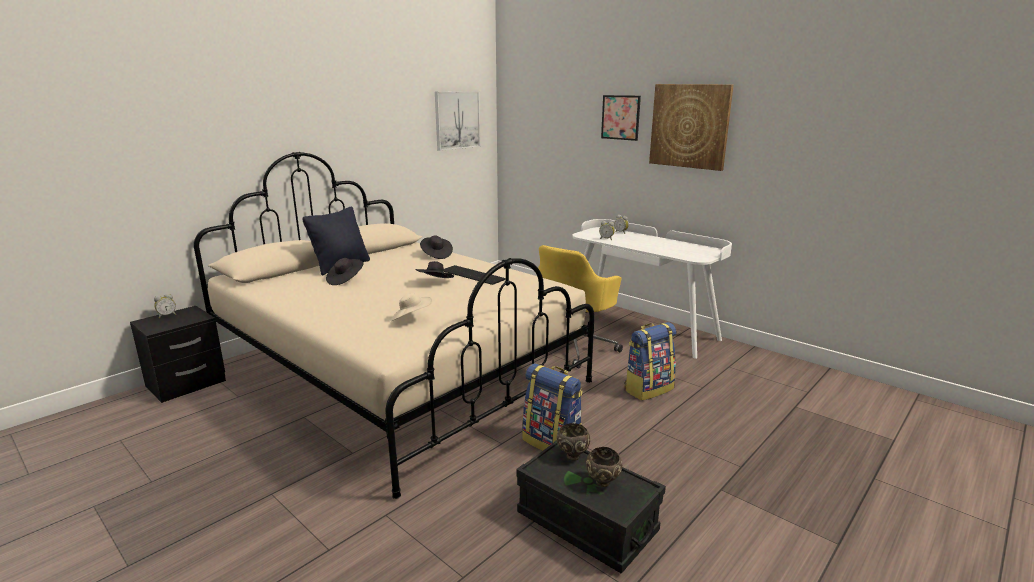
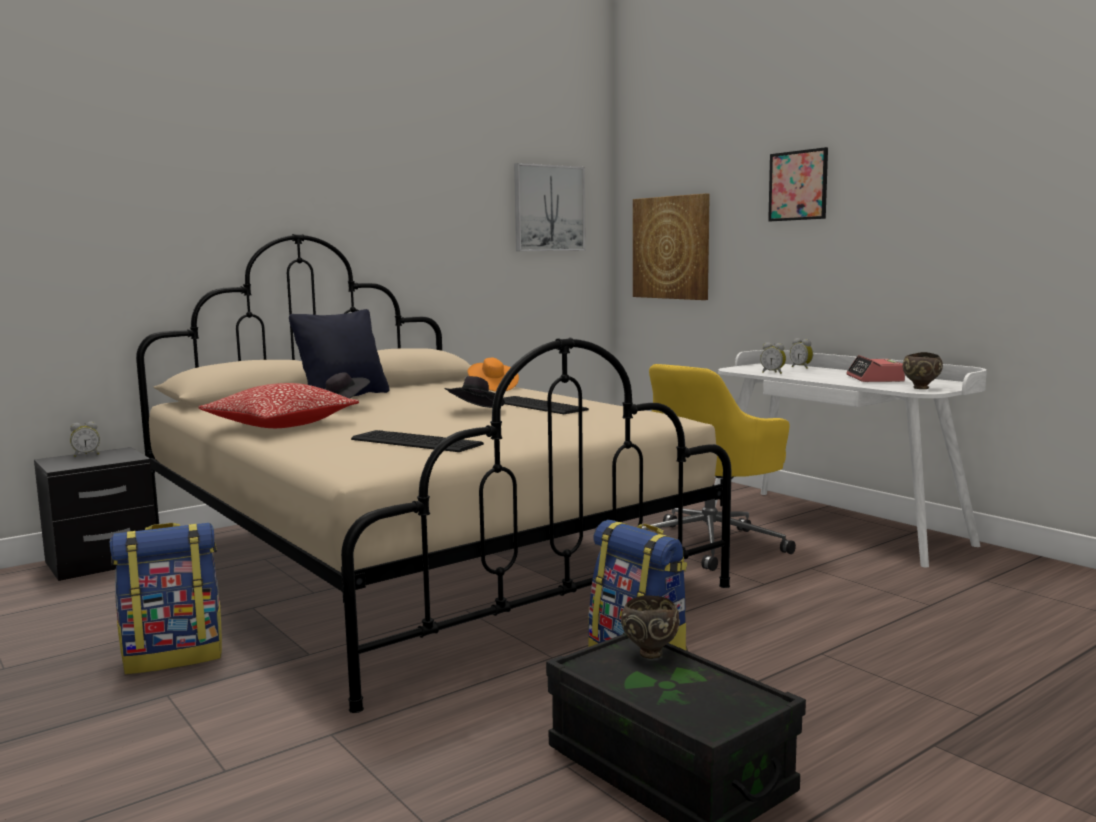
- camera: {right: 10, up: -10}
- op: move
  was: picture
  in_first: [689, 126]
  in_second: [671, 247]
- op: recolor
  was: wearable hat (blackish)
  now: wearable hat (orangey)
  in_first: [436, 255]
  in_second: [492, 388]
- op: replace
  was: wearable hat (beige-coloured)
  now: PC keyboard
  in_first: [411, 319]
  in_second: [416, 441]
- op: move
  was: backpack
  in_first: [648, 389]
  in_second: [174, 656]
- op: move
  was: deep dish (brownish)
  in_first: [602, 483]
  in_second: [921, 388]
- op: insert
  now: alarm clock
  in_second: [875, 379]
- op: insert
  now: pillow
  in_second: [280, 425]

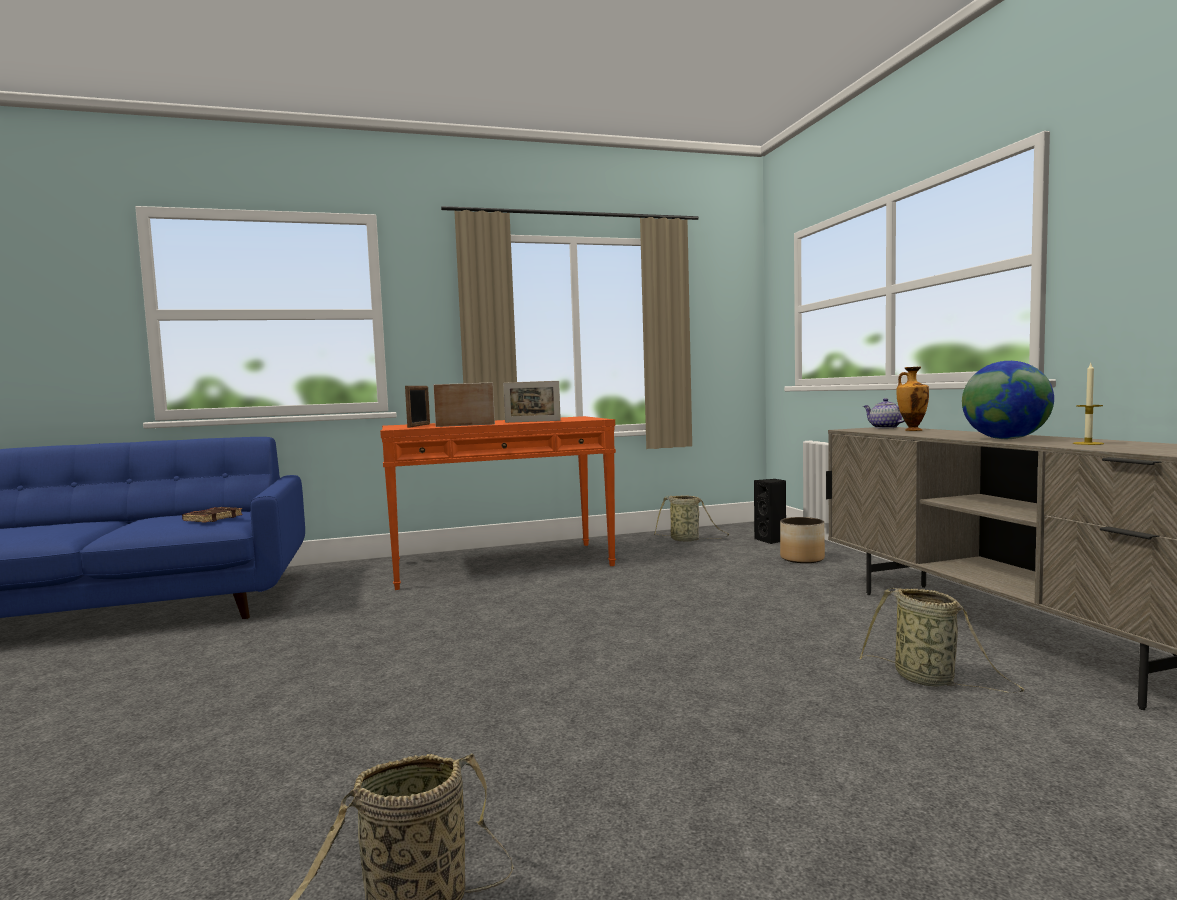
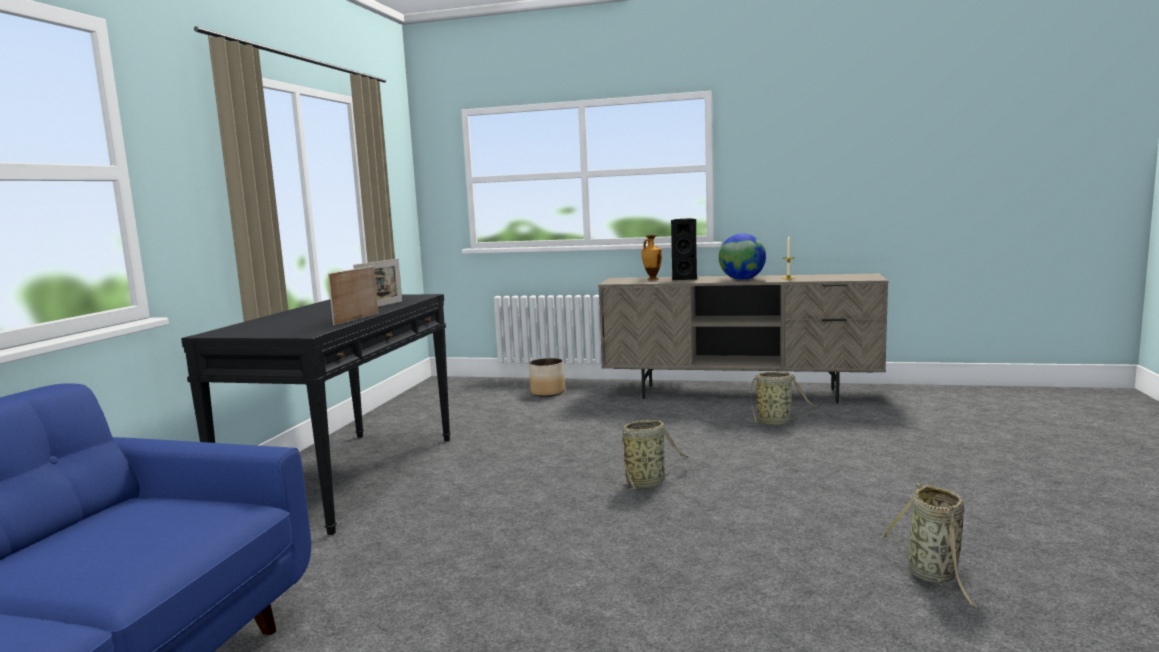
- camera: {right: -60, up: 5}
- op: delete
  was: standing frame
  in_first: [419, 425]
- op: delete
  was: tea pot
  in_first: [884, 428]
- op: recolor
  was: console table (orangey)
  now: console table (blackish)
  in_first: [502, 564]
  in_second: [348, 476]
- op: move
  was: audio speaker (blackish)
  in_first: [771, 540]
  in_second: [684, 278]
- op: move
  was: basket
  in_first: [687, 540]
  in_second: [647, 483]
- op: delete
  was: book (brownish)
  in_first: [213, 518]

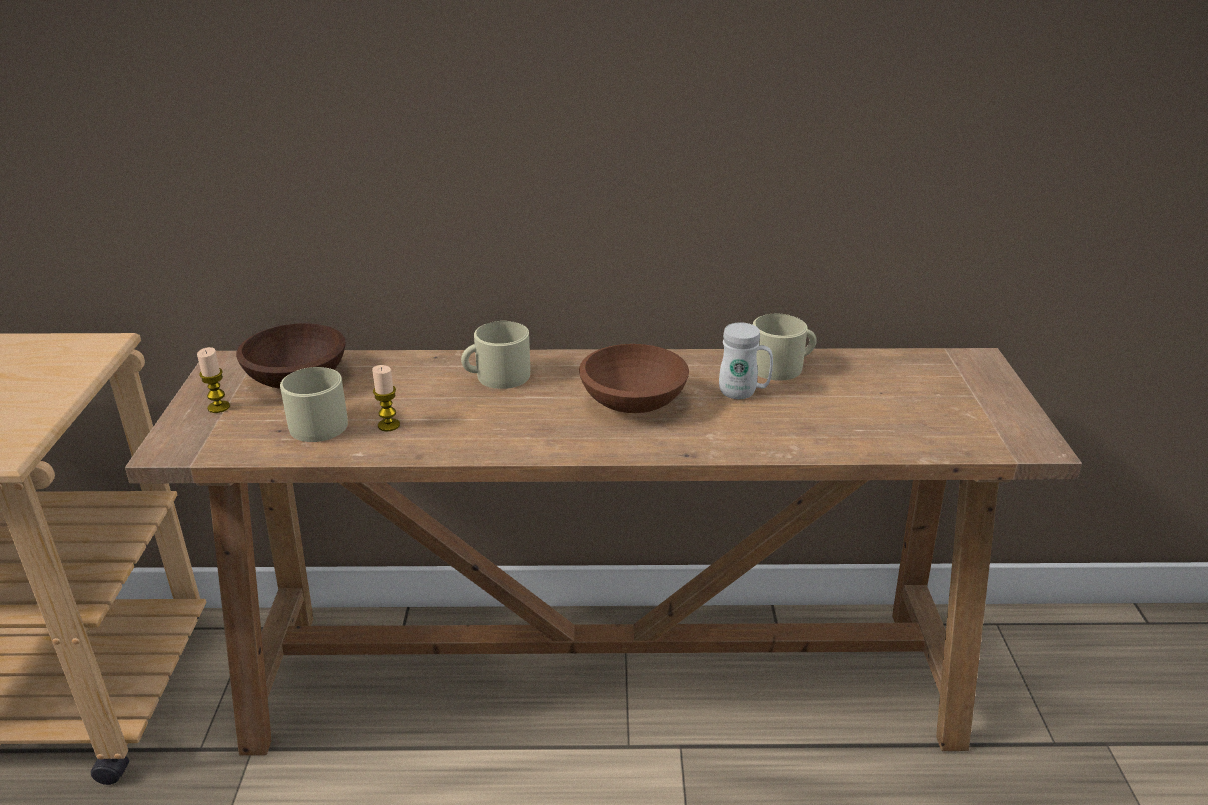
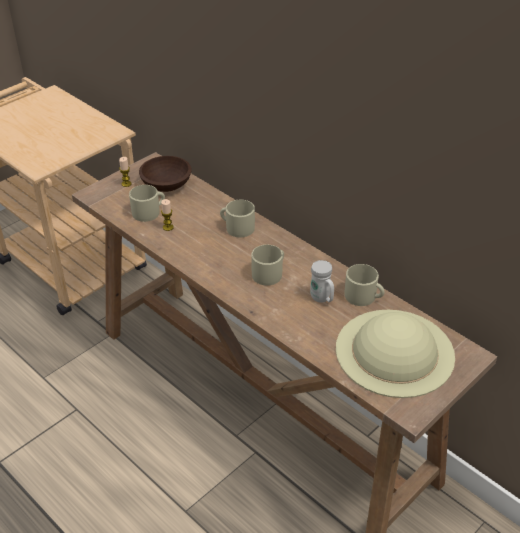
- camera: {right: 45, up: 10}
- op: replace
  was: deep dish (brownish)
  now: mug (beige-coloured)
  in_first: [632, 401]
  in_second: [269, 273]
- op: insert
  now: wearable hat (beige-coloured)
  in_second: [395, 352]

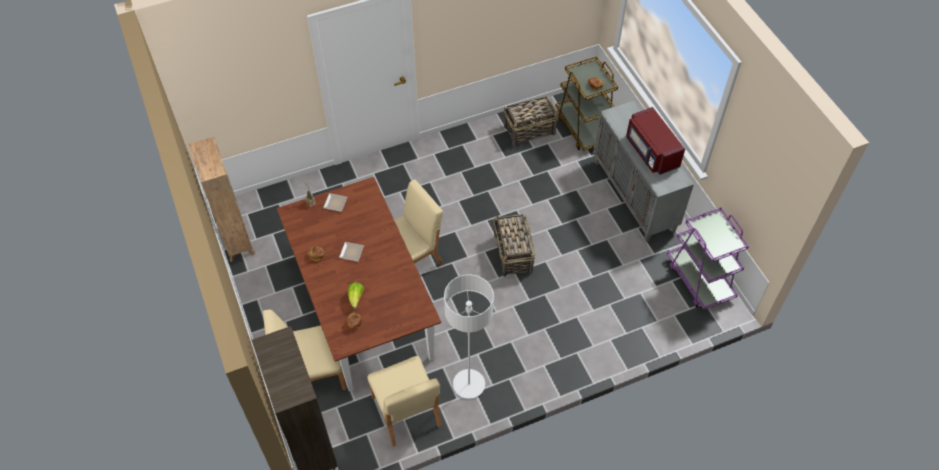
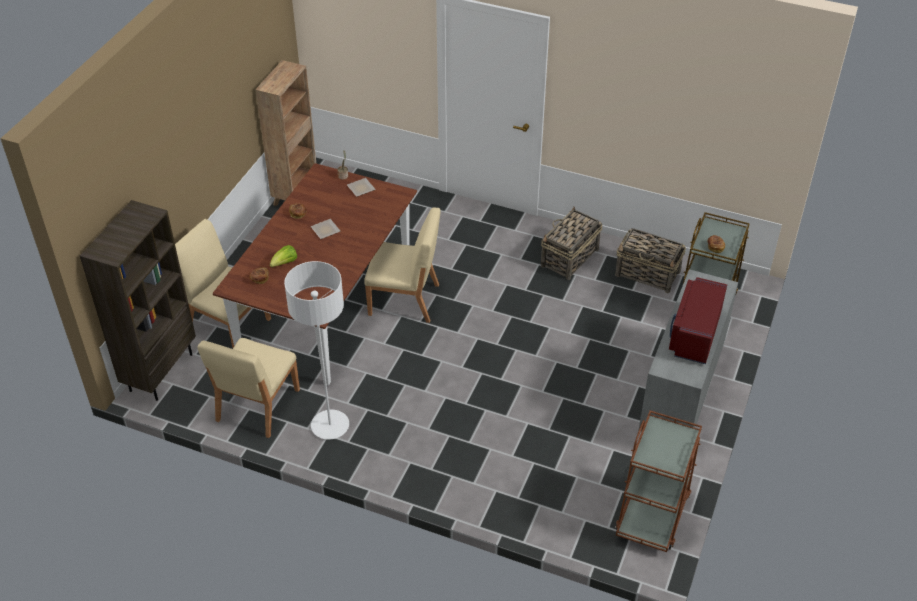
- camera: {right: 45, up: -10}
- op: recolor
  was: wheeled cart (purplish)
  now: wheeled cart (brownish)
  in_first: [699, 280]
  in_second: [653, 512]
- op: move
  was: basket
  in_first: [513, 254]
  in_second: [569, 258]

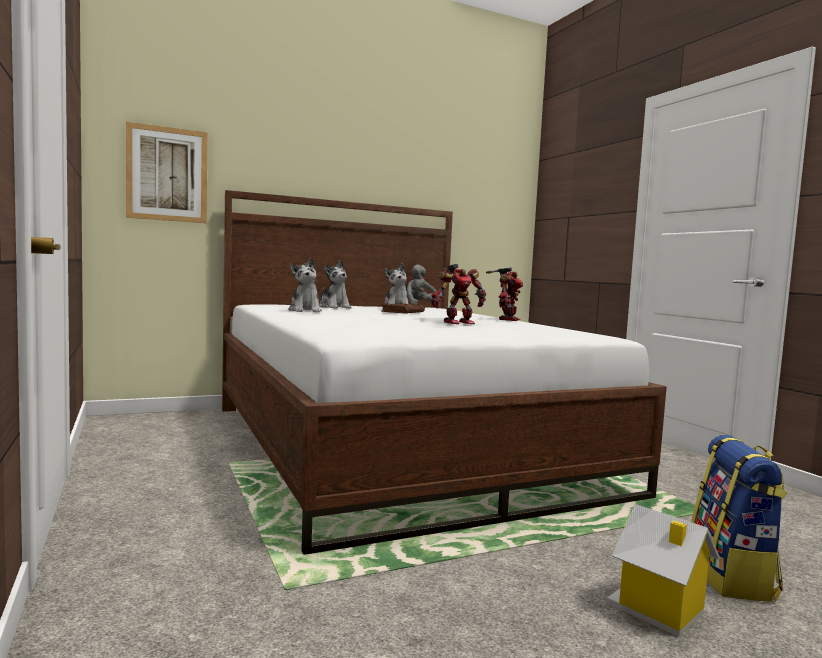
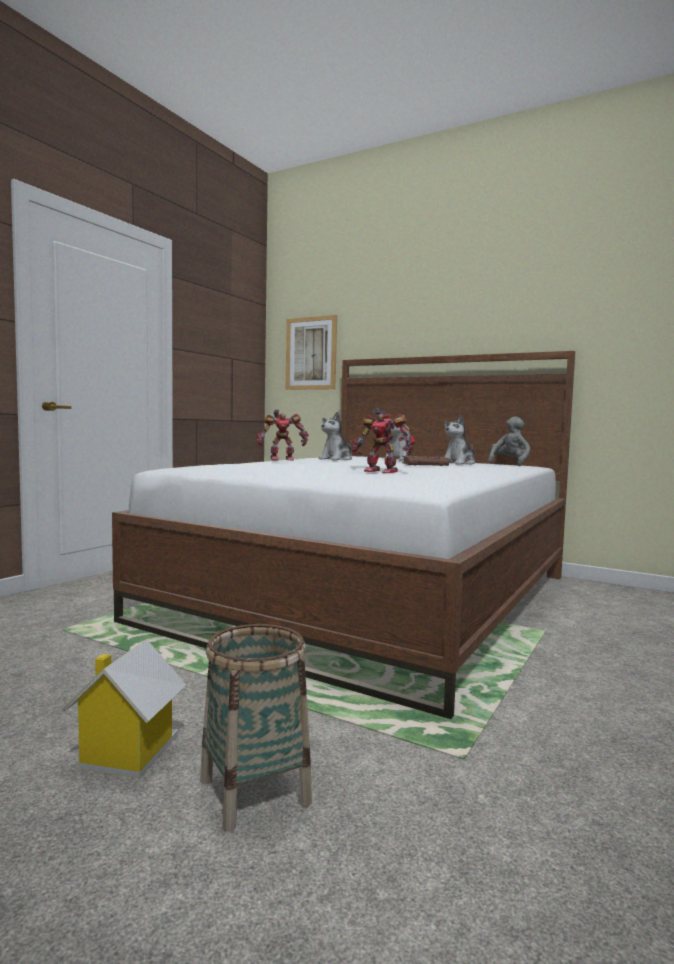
- camera: {right: 55, up: 0}
- op: move
  was: toy robot
  in_first: [507, 319]
  in_second: [281, 459]
- op: replace
  was: backpack
  now: basket
  in_first: [733, 577]
  in_second: [254, 791]

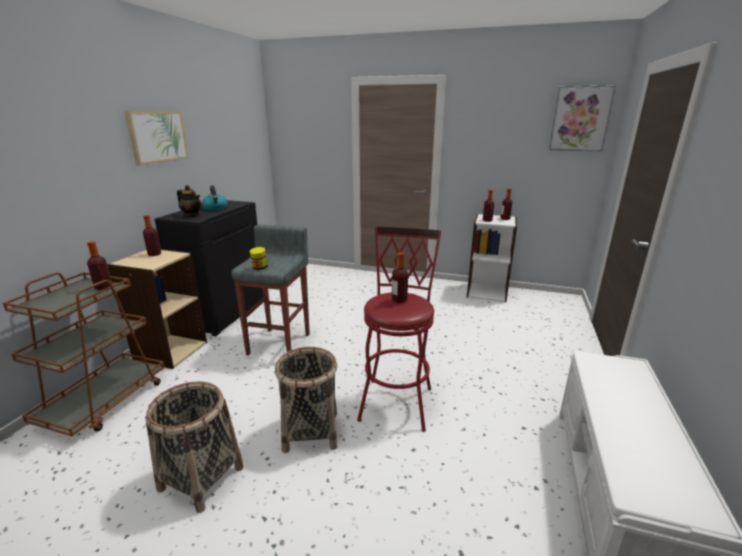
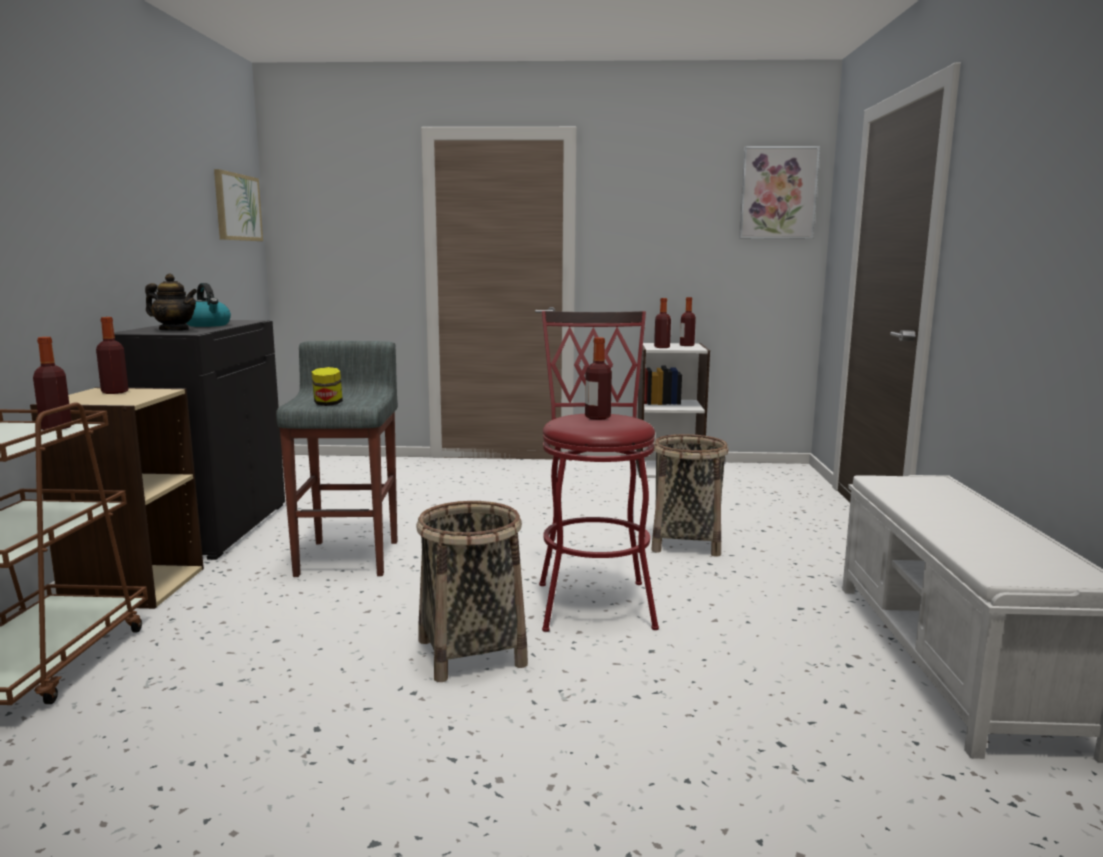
- camera: {right: -15, up: -10}
- op: move
  was: picture
  in_first: [158, 136]
  in_second: [237, 207]
- op: move
  was: basket
  in_first: [201, 478]
  in_second: [685, 542]

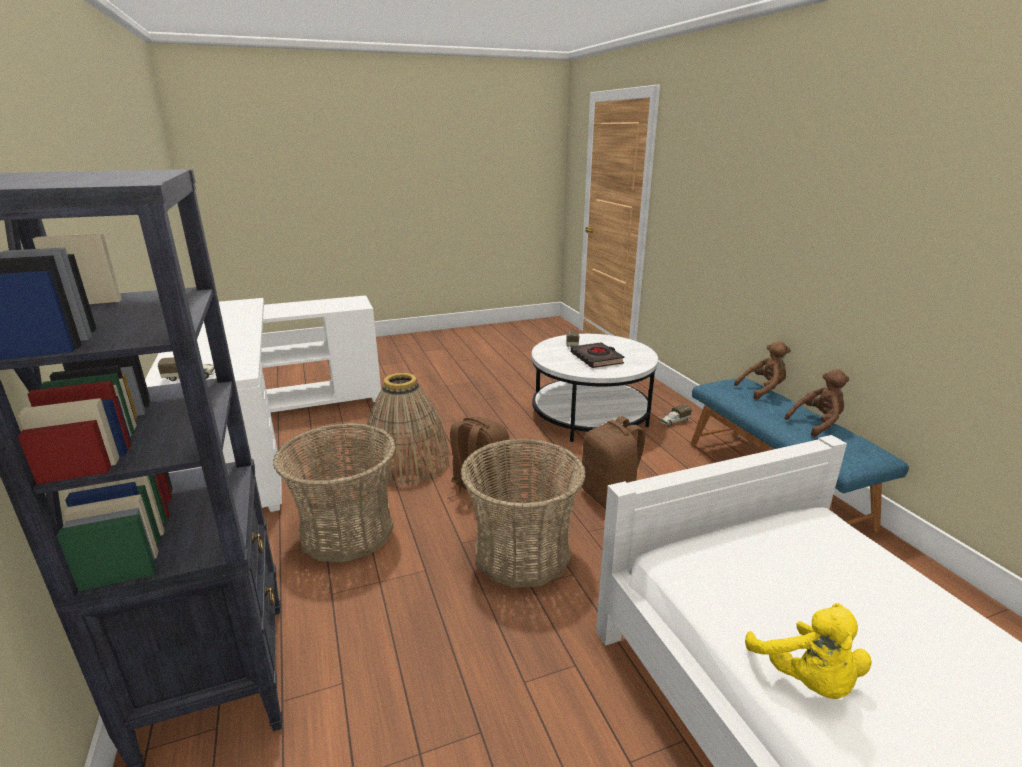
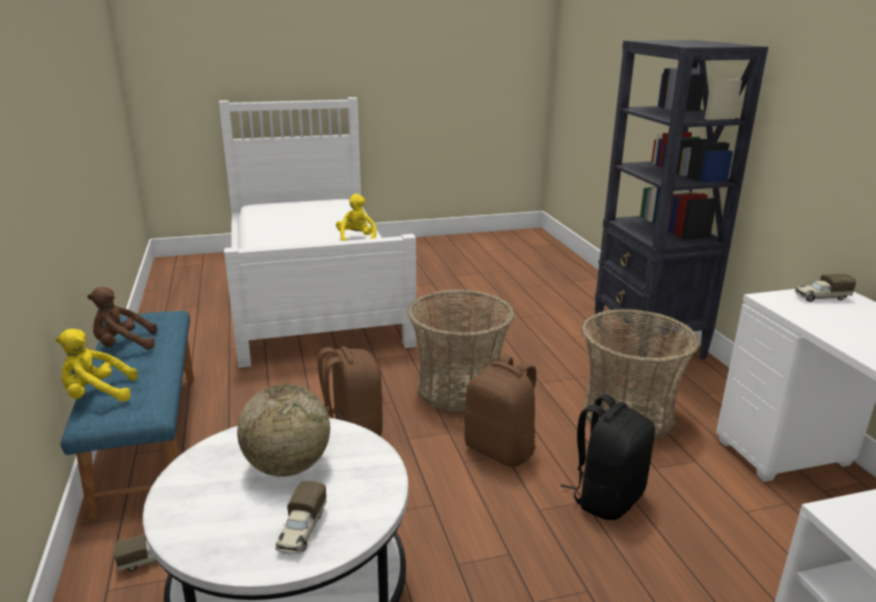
- camera: {right: -175, up: 0}
- op: recolor
  was: plush toy (brownish)
  now: plush toy (yellow)
  in_first: [762, 390]
  in_second: [97, 395]
- op: replace
  was: book (blackish)
  now: desk globe
  in_first: [596, 359]
  in_second: [287, 466]
- op: replace
  was: basket
  now: backpack (blackish)
  in_first: [407, 462]
  in_second: [606, 497]

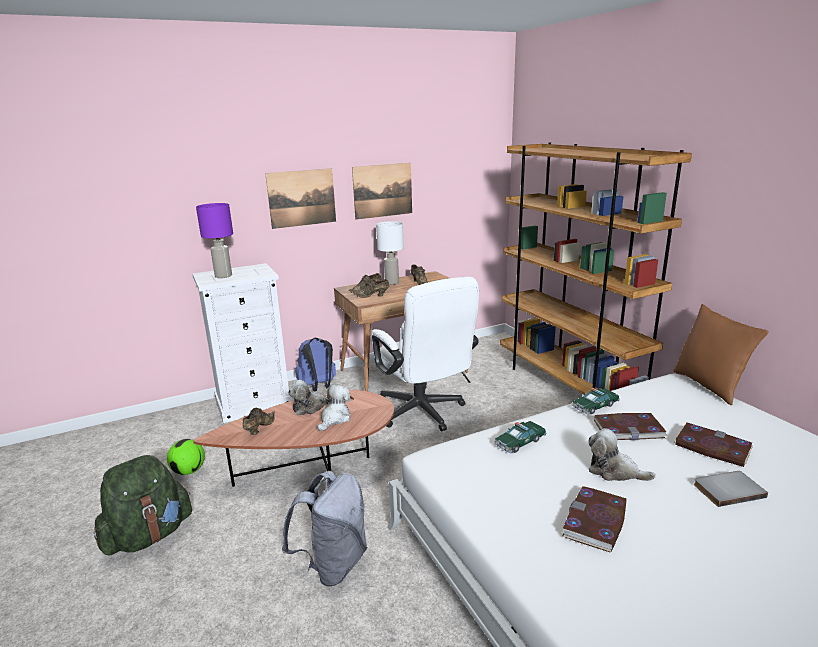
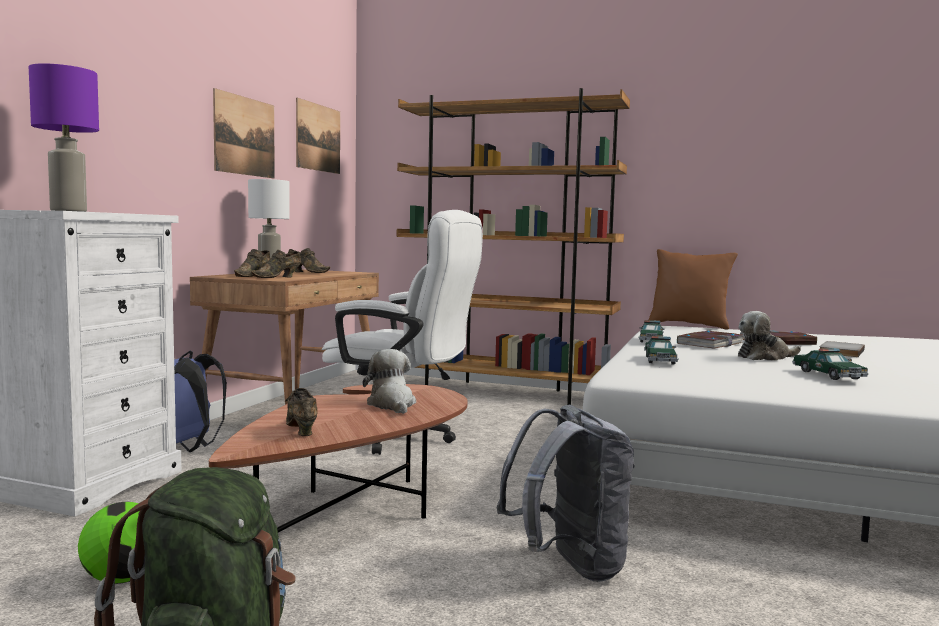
- camera: {right: -45, up: -15}
- op: move
  was: picture
  in_first: [302, 198]
  in_second: [318, 137]
- op: delete
  was: plush toy
  in_first: [311, 407]
- op: replace
  was: book
  now: model car
  in_first: [595, 521]
  in_second: [828, 375]

